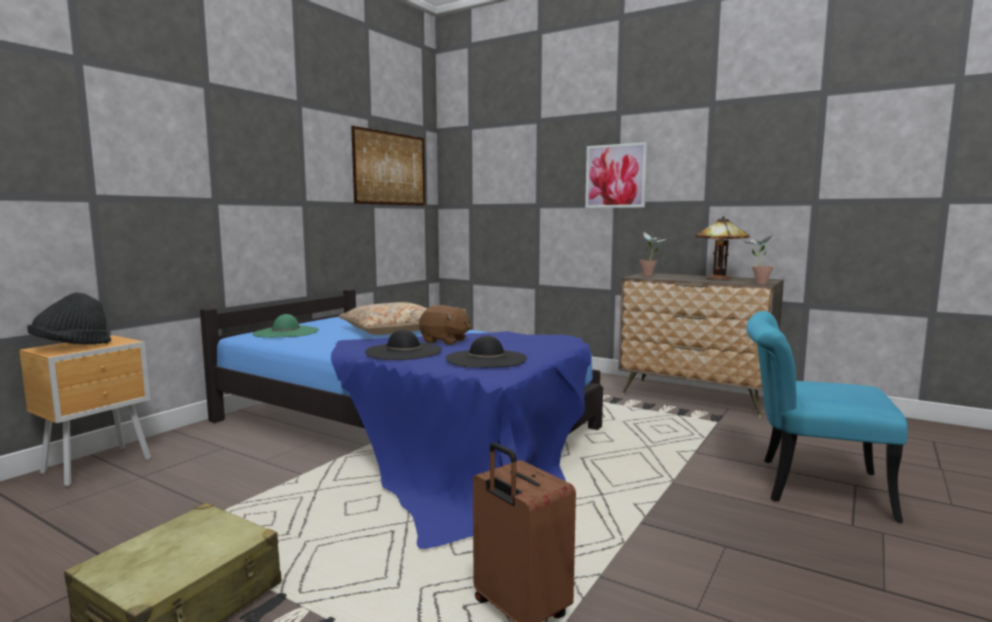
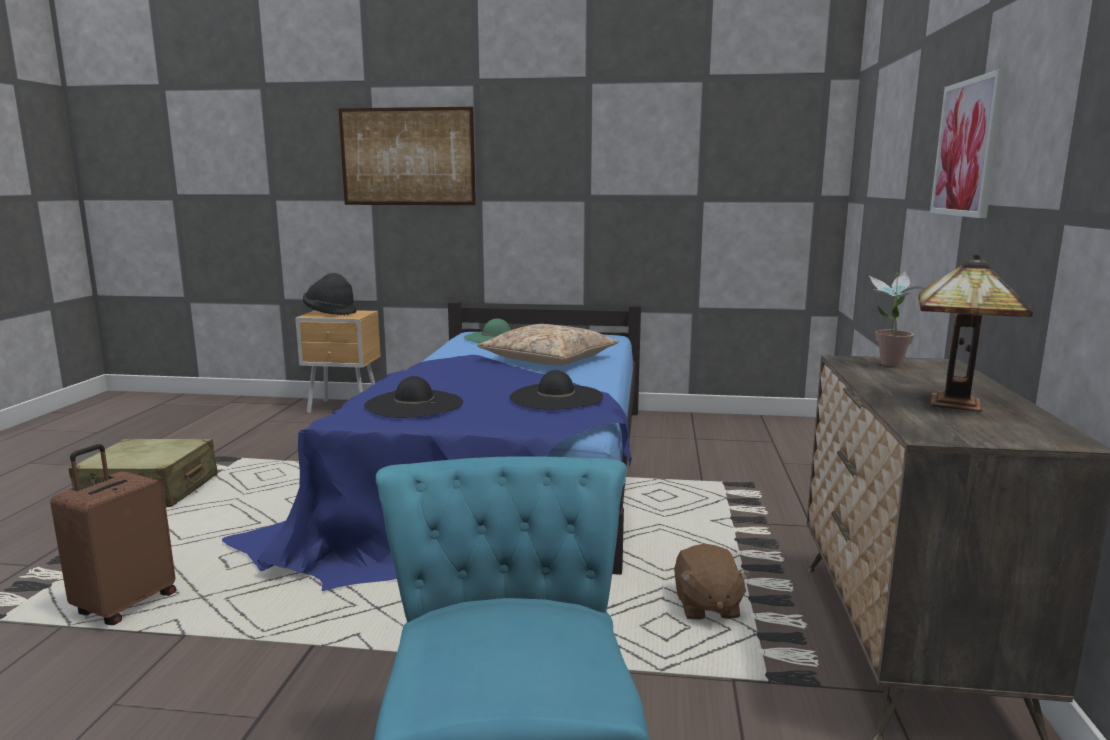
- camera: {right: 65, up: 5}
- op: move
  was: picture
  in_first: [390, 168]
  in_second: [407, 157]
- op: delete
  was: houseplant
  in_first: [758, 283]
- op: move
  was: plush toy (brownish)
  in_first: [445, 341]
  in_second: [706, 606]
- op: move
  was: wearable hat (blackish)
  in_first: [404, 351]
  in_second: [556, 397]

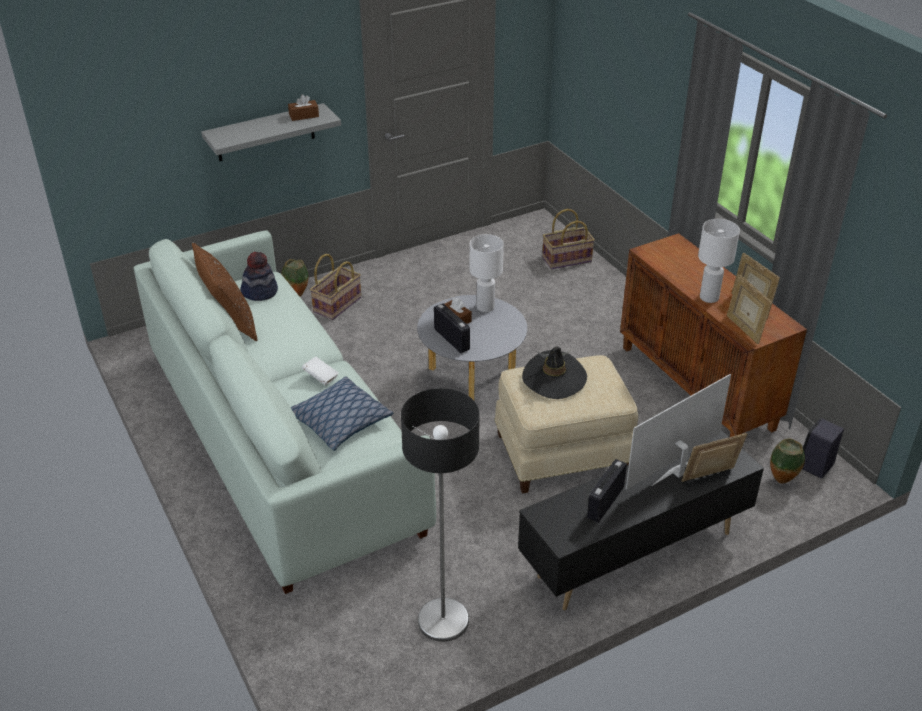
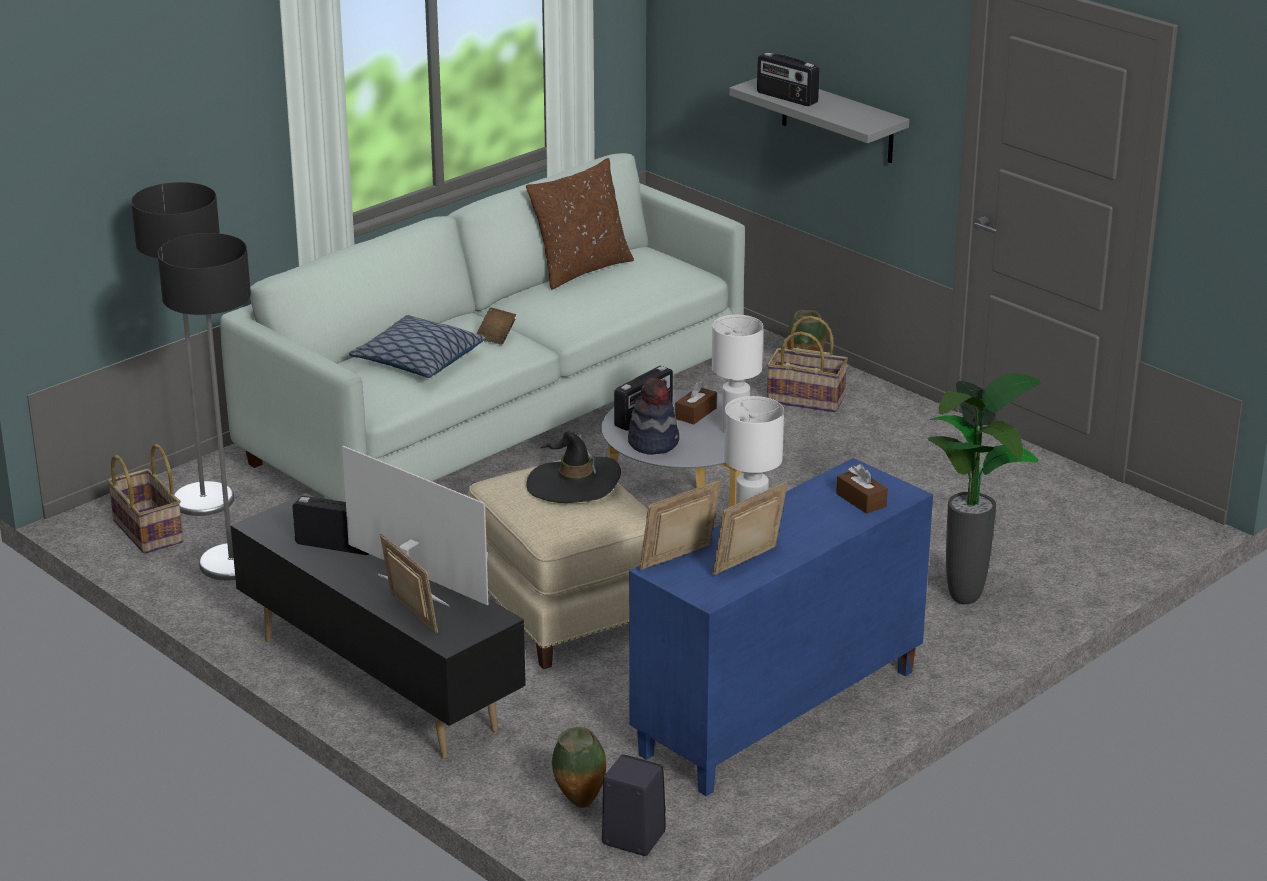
- camera: {right: 75, up: -10}
- op: move
  was: box of tissues (brownish)
  in_first: [304, 116]
  in_second: [861, 500]
- op: move
  was: basket
  in_first: [567, 260]
  in_second: [146, 532]
- op: recolor
  was: cupboard (brownish)
  now: cupboard (blue-coloured)
  in_first: [697, 388]
  in_second: [779, 714]
- op: move
  was: wearable hat
  in_first: [260, 292]
  in_second: [653, 442]
- op: recolor
  was: book (white-coloured)
  now: book (brownish)
  in_first: [320, 377]
  in_second: [496, 336]
- op: insert
  now: radio
  in_second: [786, 98]
- op: insert
  now: standard lamp
  in_second: [203, 500]
- op: insert
  now: houseplant
  in_second: [967, 600]

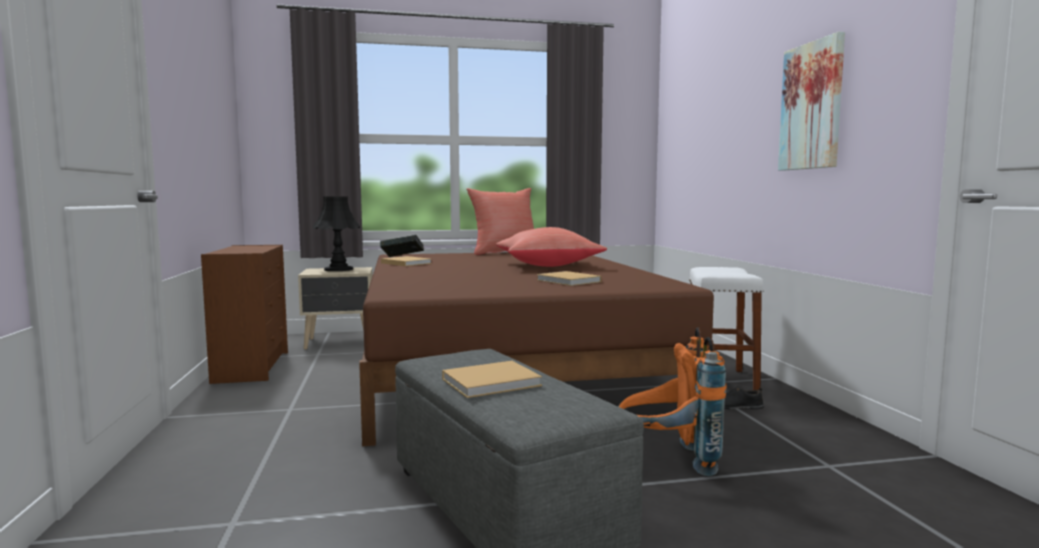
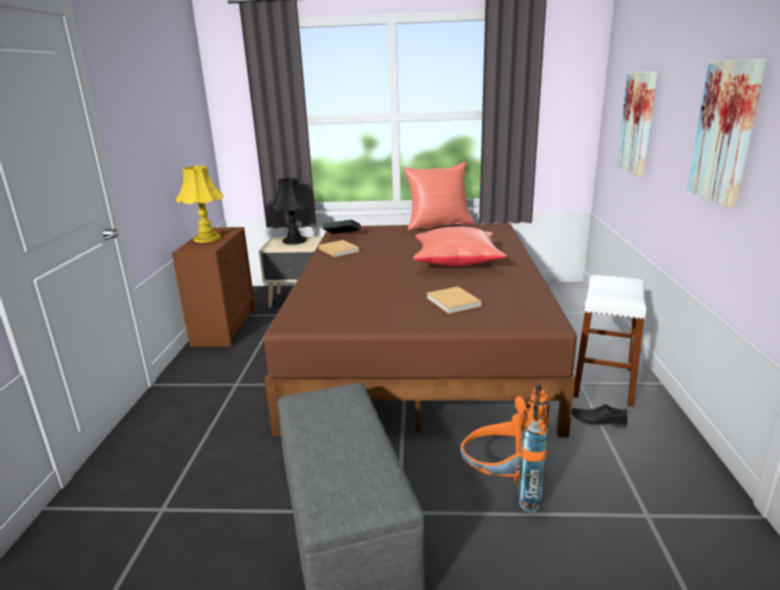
- camera: {right: 15, up: 15}
- op: delete
  was: book (beige-coloured)
  in_first: [494, 382]
- op: insert
  now: picture
  in_second: [638, 123]
- op: insert
  now: lamp for a table (yellow)
  in_second: [207, 238]

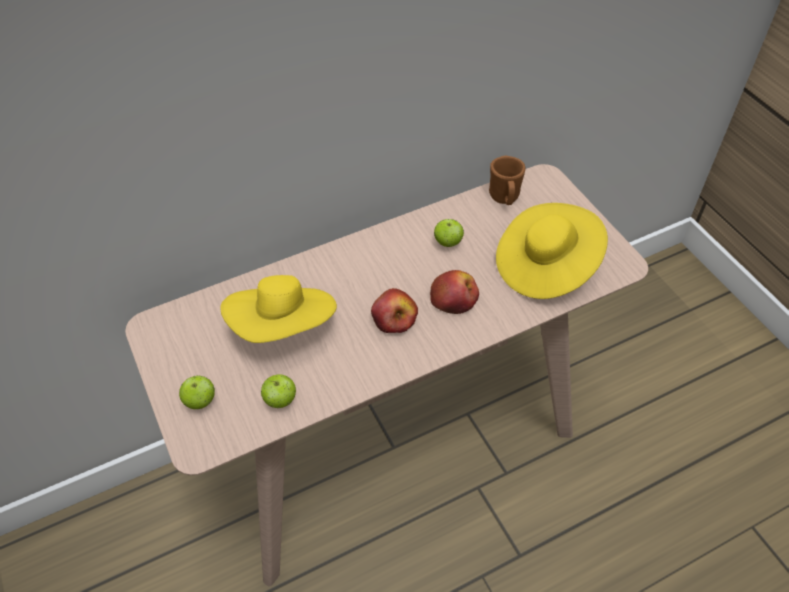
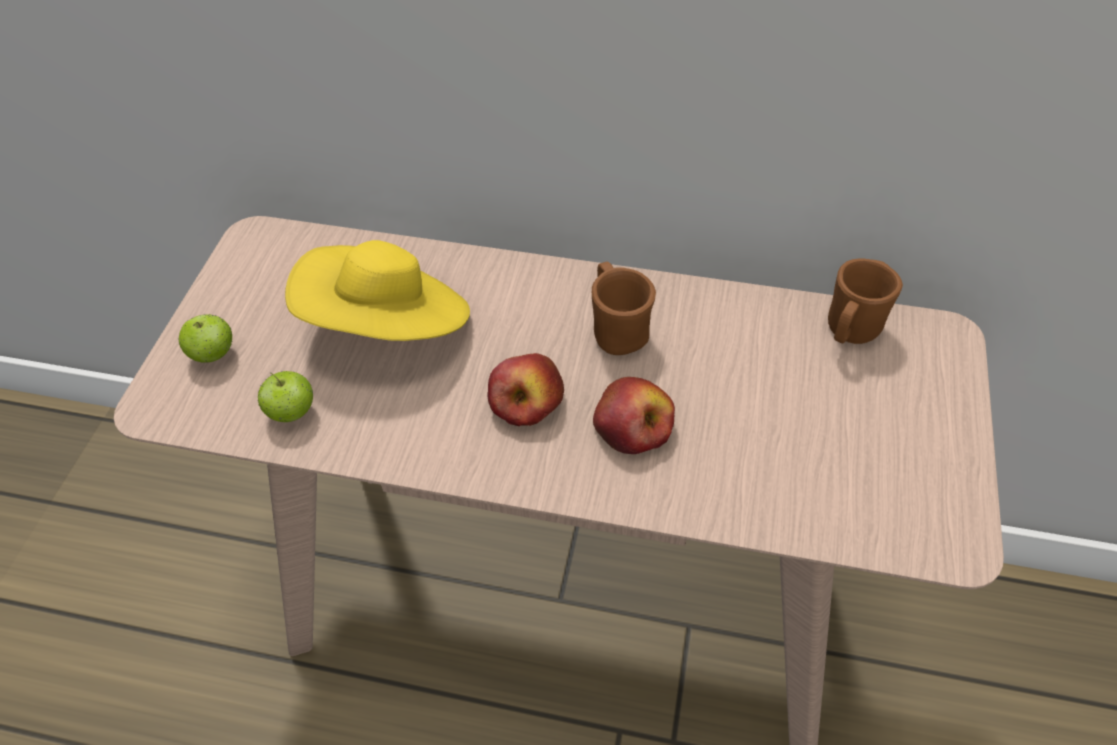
- camera: {right: 40, up: 0}
- op: delete
  was: wearable hat (yellow)
  in_first: [546, 266]
- op: delete
  was: apple fruit
  in_first: [448, 242]
- op: insert
  now: mug (brownish)
  in_second: [616, 330]

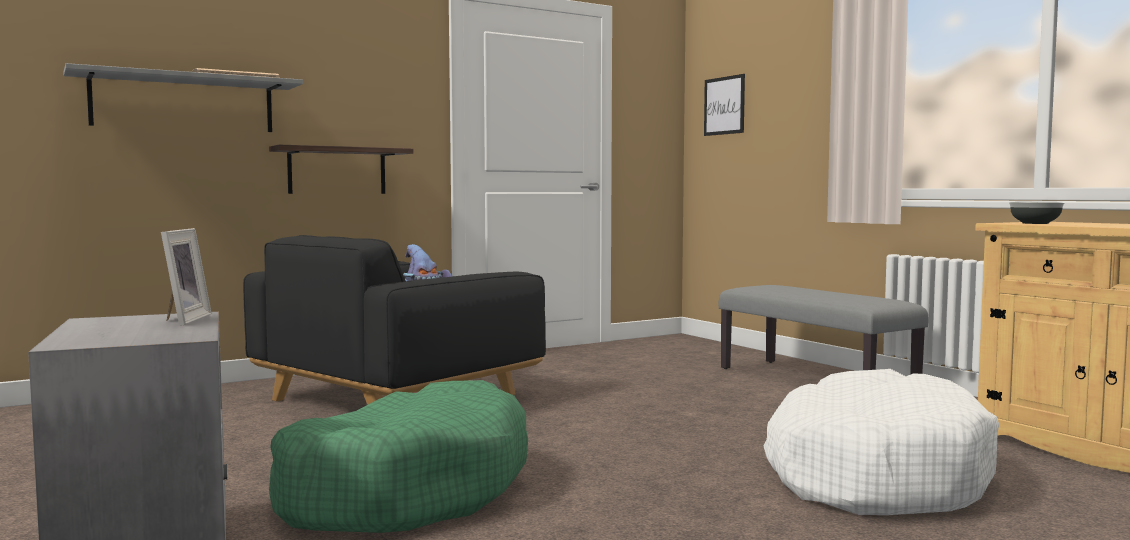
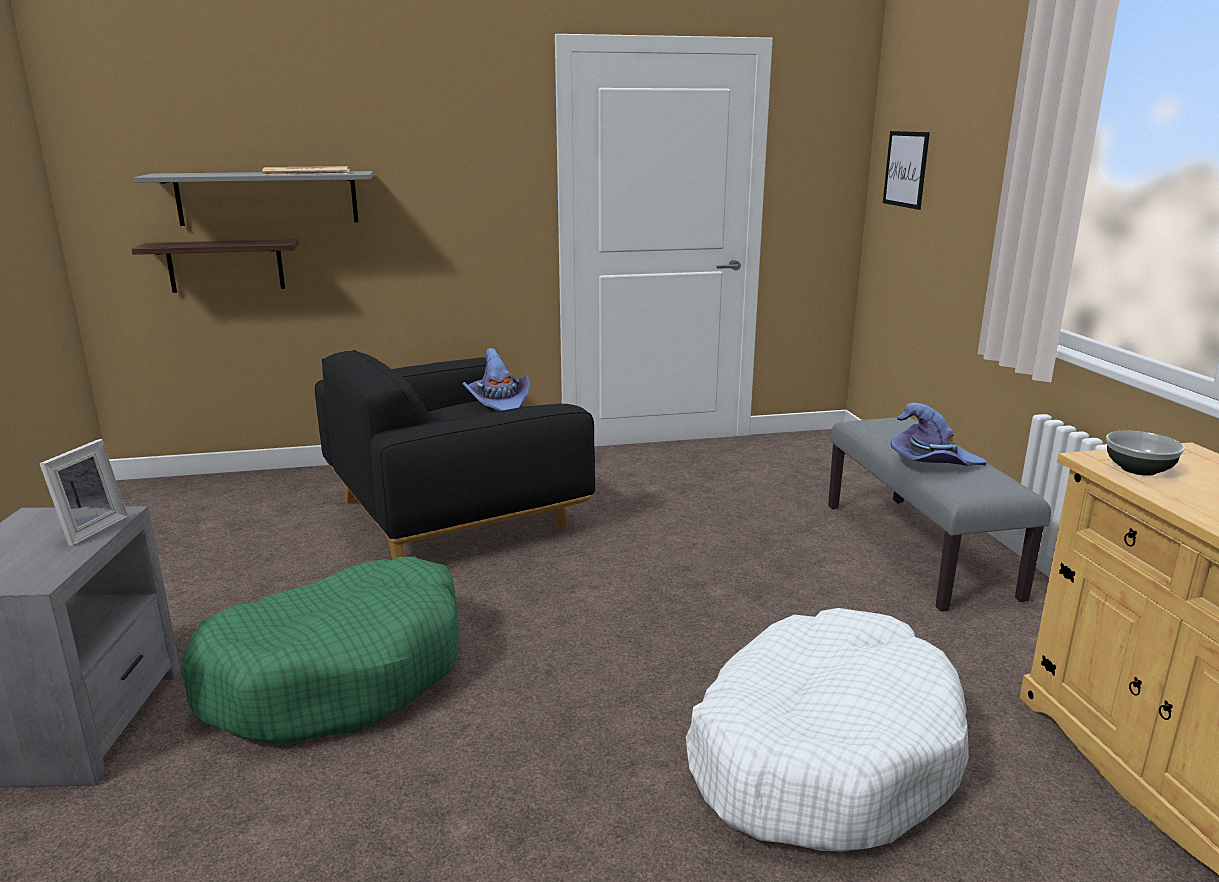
- camera: {right: 20, up: 15}
- op: move
  was: wall shelf
  in_first: [337, 171]
  in_second: [226, 265]
- op: insert
  now: wearable hat (purplish)
  in_second: [932, 463]

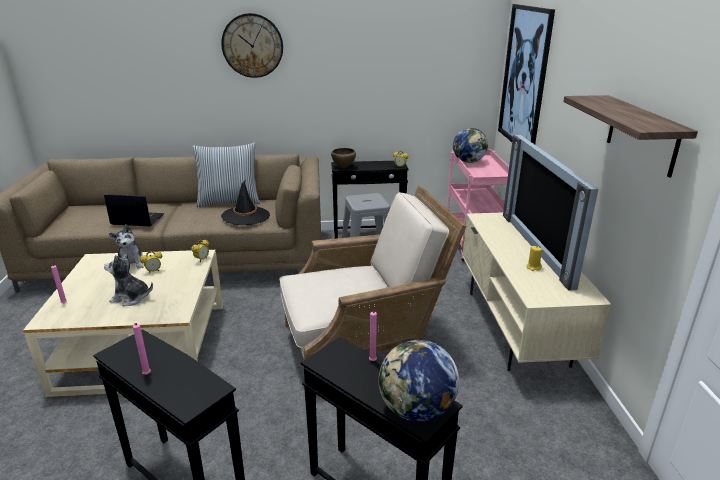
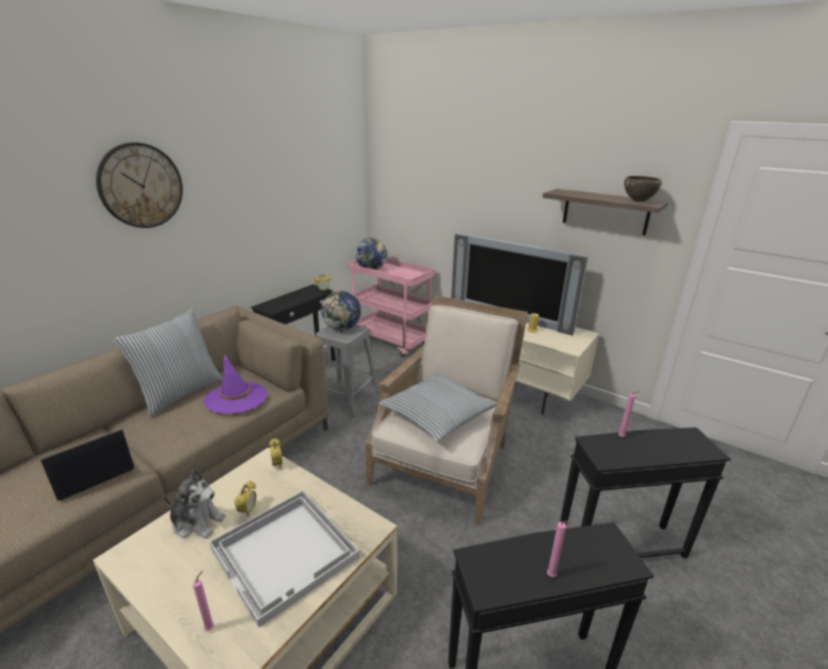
- camera: {right: -50, up: 0}
- op: delete
  was: picture
  in_first: [524, 78]
- op: move
  was: deep dish (brownish)
  in_first: [344, 167]
  in_second: [638, 202]
- op: recolor
  was: wearable hat (blackish)
  now: wearable hat (purplish)
  in_first: [246, 216]
  in_second: [236, 398]
- op: replace
  was: plush toy
  now: serving tray (white-coloured)
  in_first: [131, 298]
  in_second: [286, 553]
- op: move
  was: desk globe
  in_first: [416, 410]
  in_second: [342, 328]
- op: insert
  now: pillow
  in_second: [437, 415]

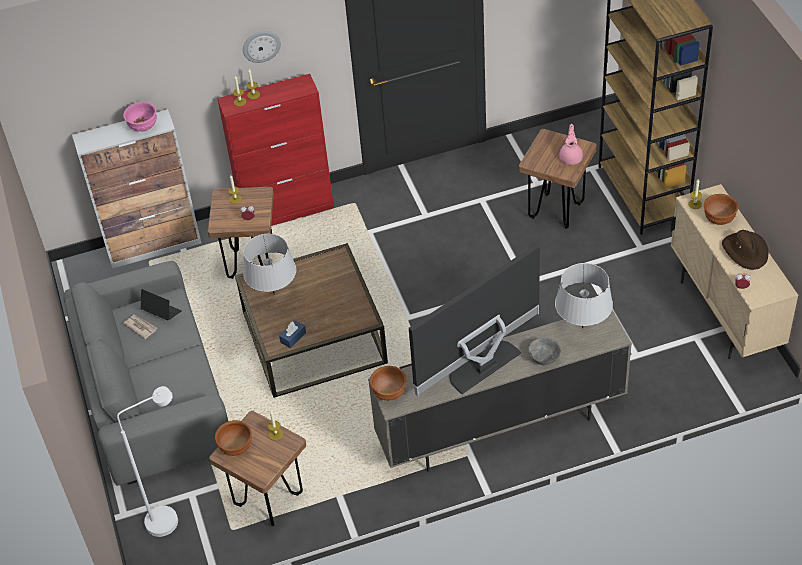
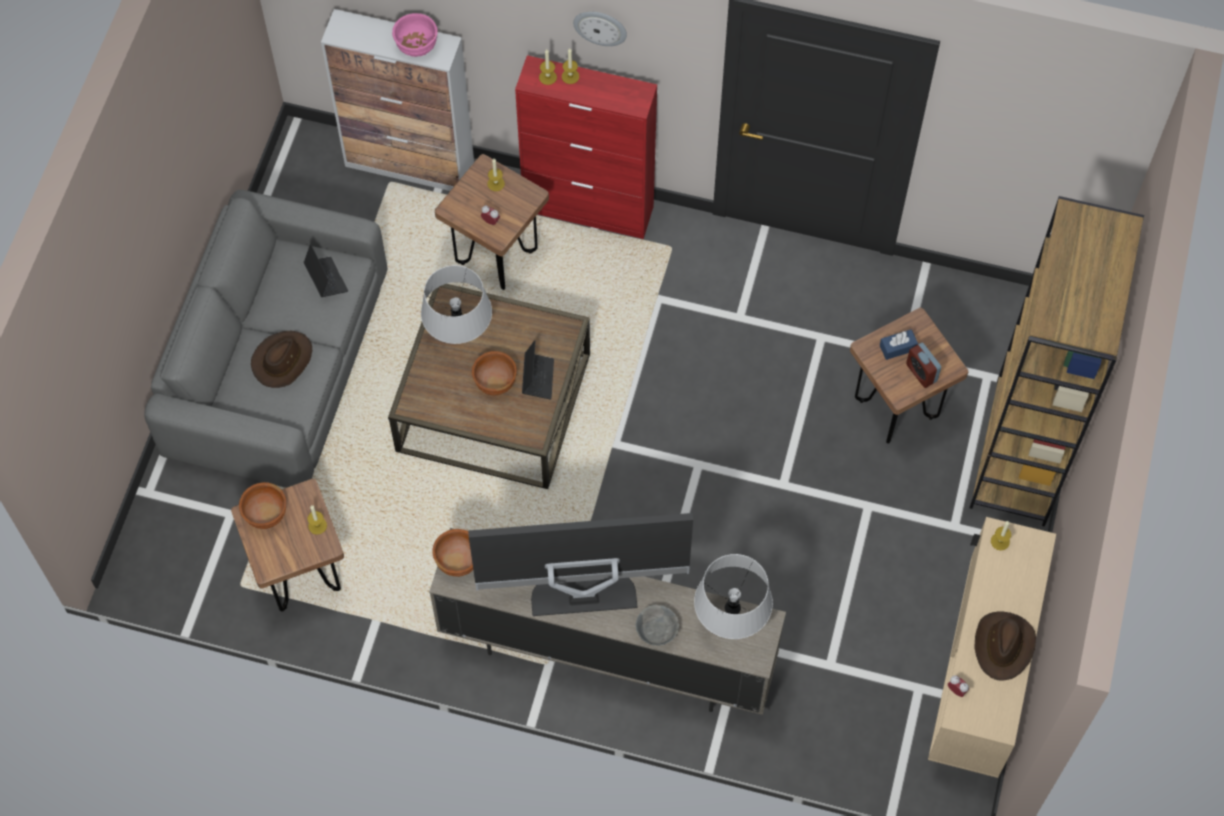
- camera: {right: 30, up: 15}
- op: replace
  was: tea pot (pinkish)
  now: alarm clock
  in_first: [571, 158]
  in_second: [921, 373]
- op: move
  was: deep dish (brownish)
  in_first: [718, 219]
  in_second: [495, 382]
- op: delete
  was: daily paper
  in_first: [140, 327]
- op: move
  was: box of tissues (blue-coloured)
  in_first: [293, 337]
  in_second: [897, 348]
- op: delete
  was: standard lamp (white-coloured)
  in_first: [170, 517]
- op: insert
  now: wearable hat (brownish)
  in_second: [282, 360]
- op: insert
  now: portable computer
  in_second: [538, 378]

